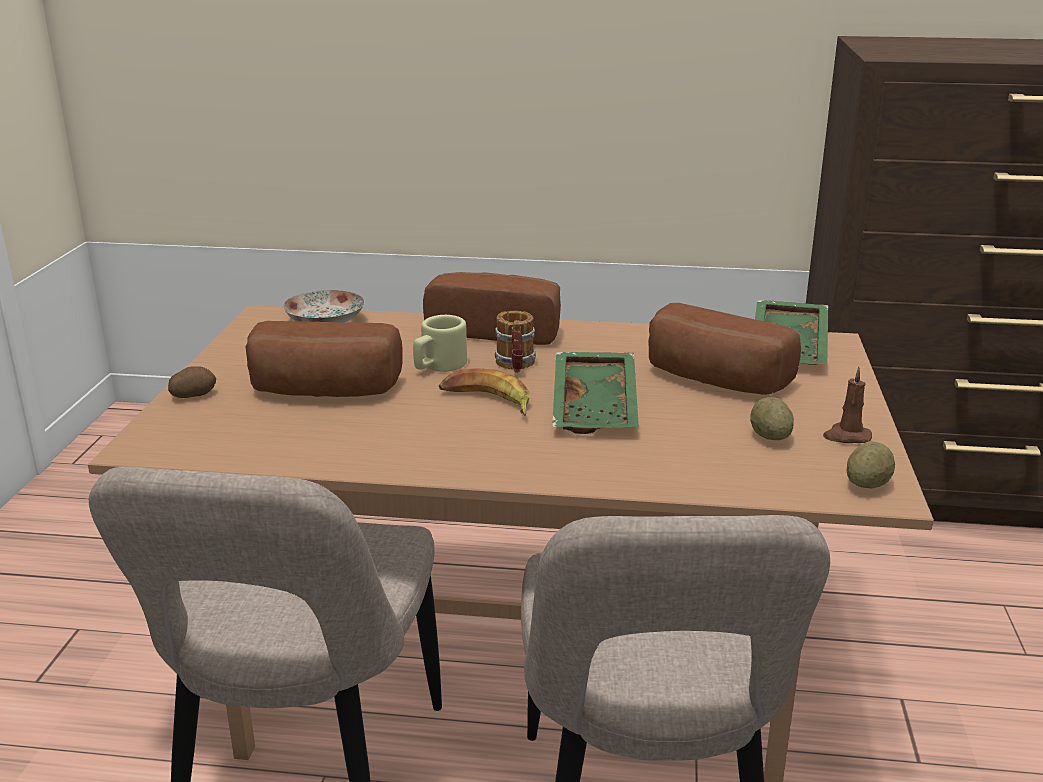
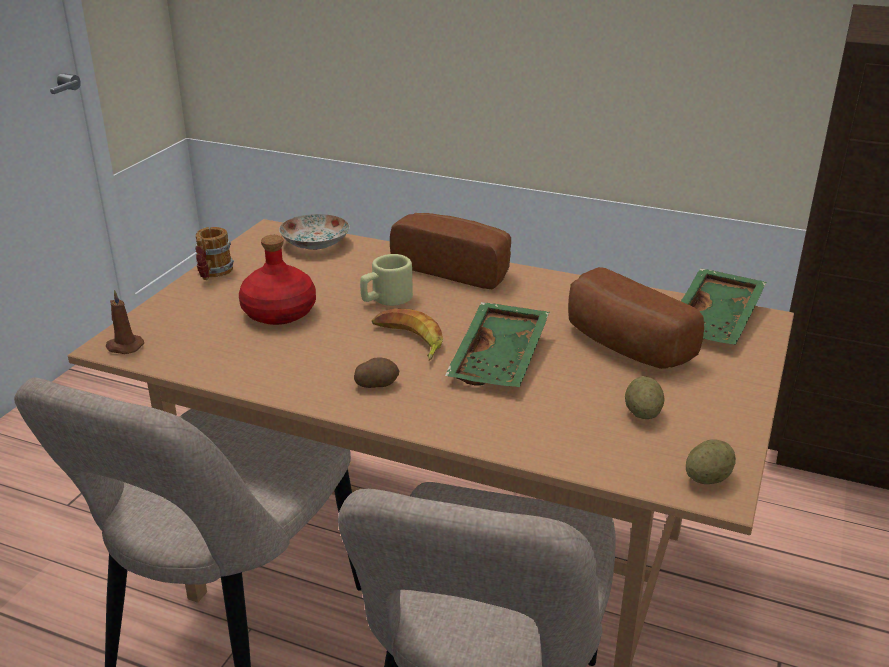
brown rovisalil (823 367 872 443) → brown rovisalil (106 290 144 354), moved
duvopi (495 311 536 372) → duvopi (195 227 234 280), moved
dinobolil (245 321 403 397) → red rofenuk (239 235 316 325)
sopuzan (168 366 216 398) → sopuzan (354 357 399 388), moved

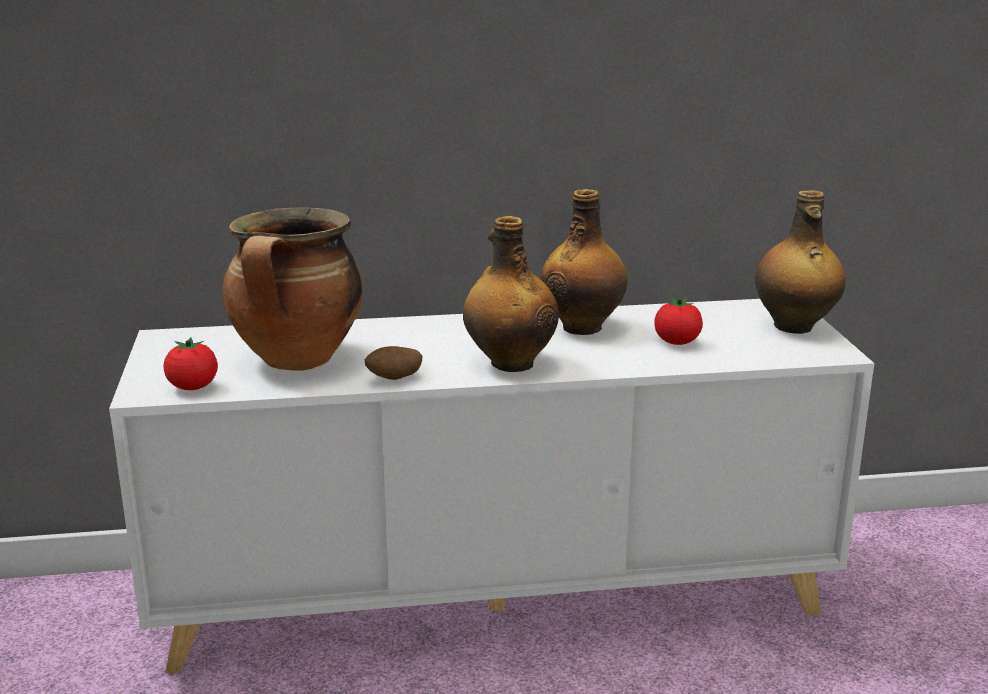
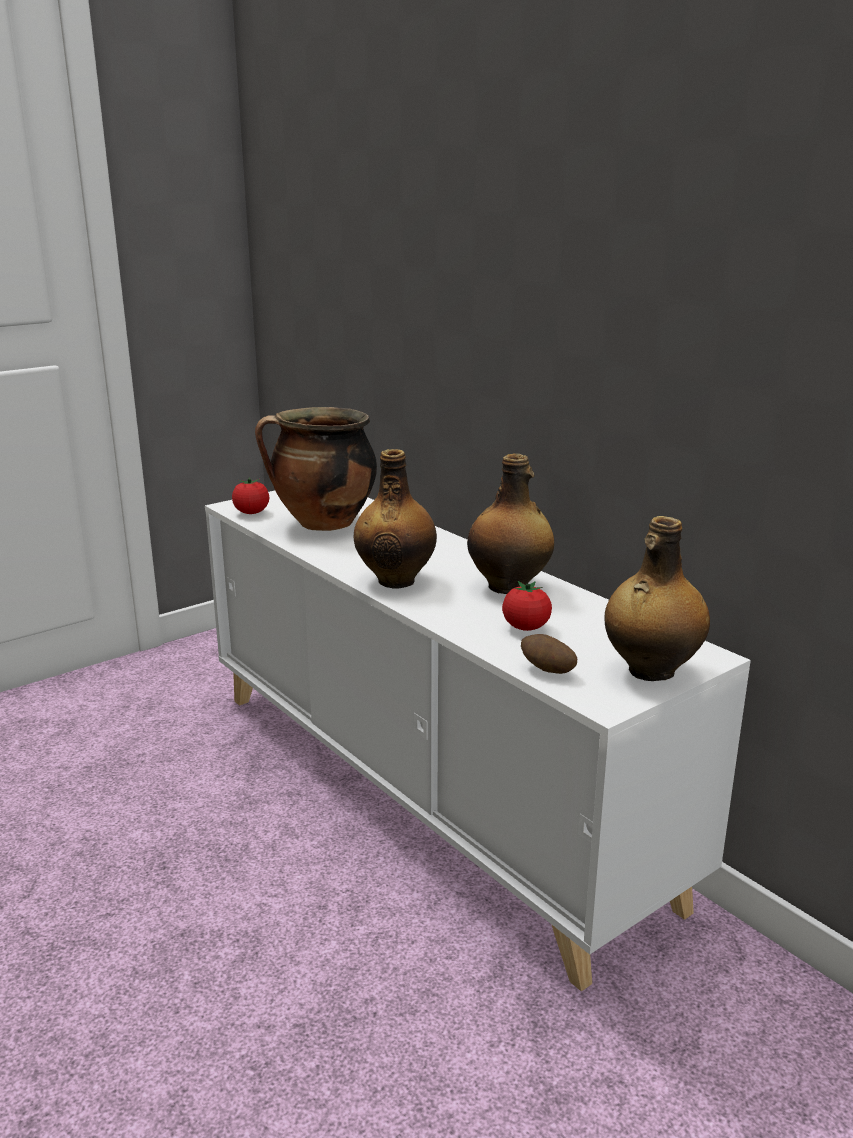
sopuzan (364 346 422 380) → sopuzan (521 634 577 674), moved

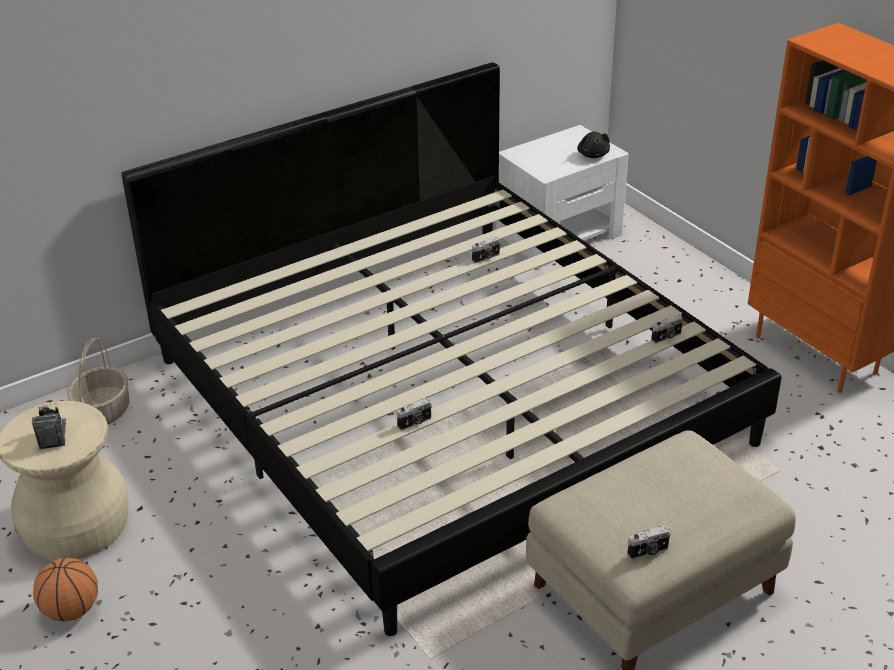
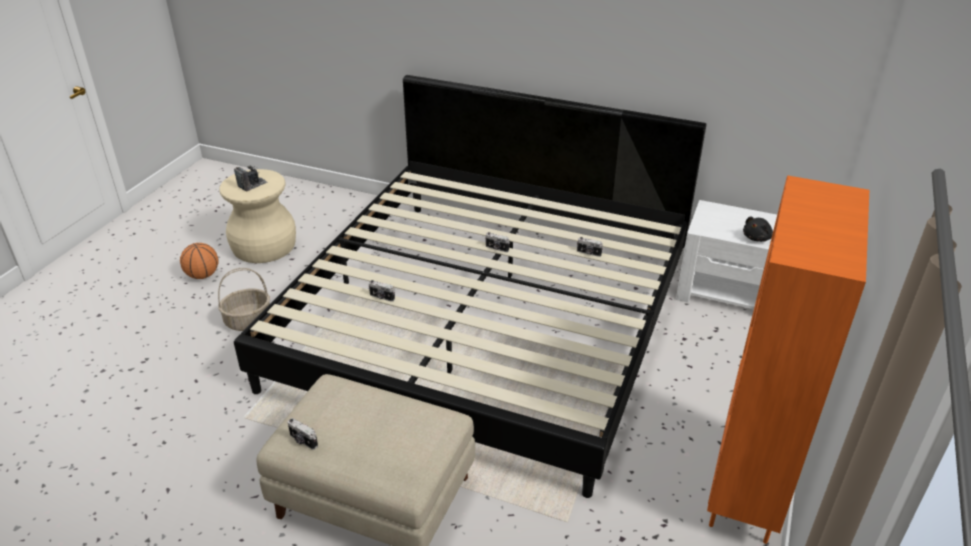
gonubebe (68 338 129 425) → gonubebe (218 268 270 331), moved
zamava (651 314 683 344) → zamava (485 232 510 252), moved

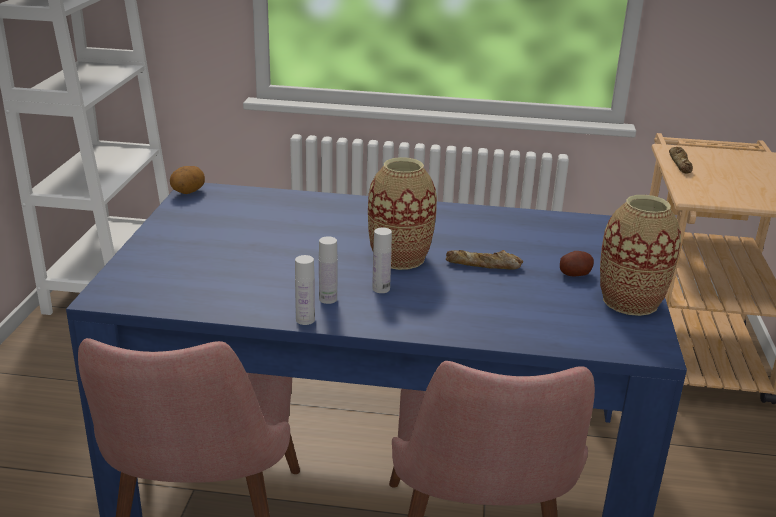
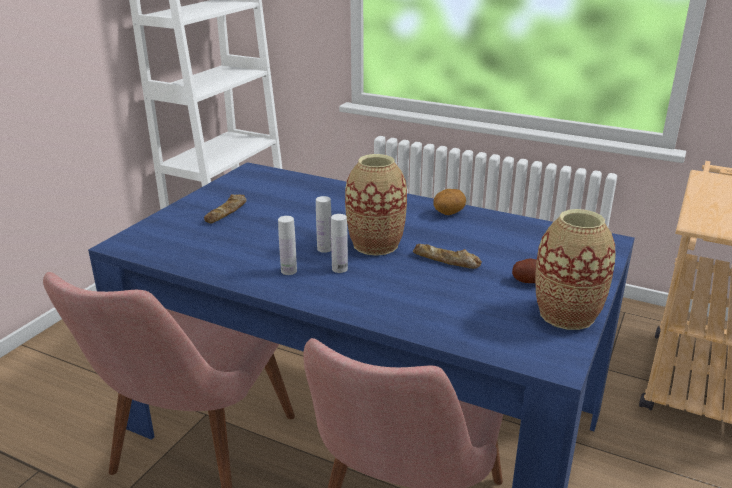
dinobolil (669 147 693 174) → dinobolil (204 194 246 223), moved
white rofenuk (295 255 315 325) → white rofenuk (316 196 332 253), moved
sopuzan (170 166 205 194) → sopuzan (433 189 466 215), moved

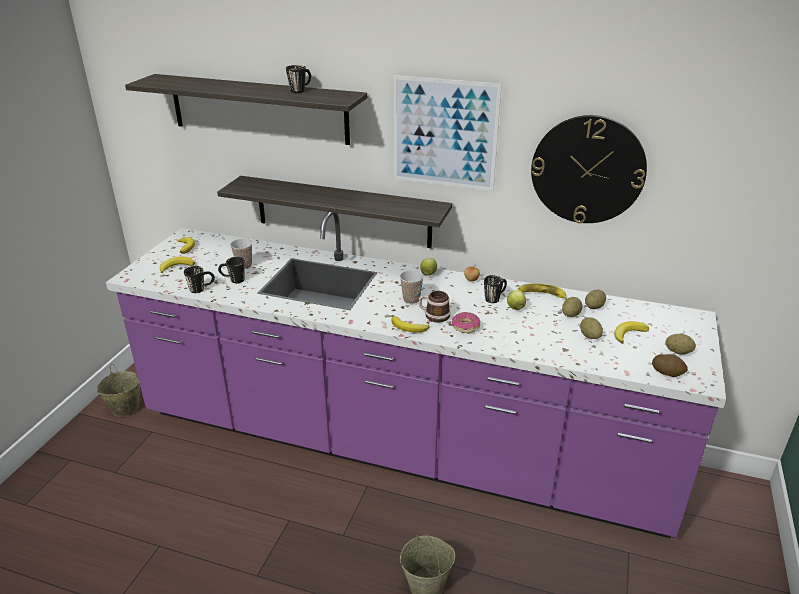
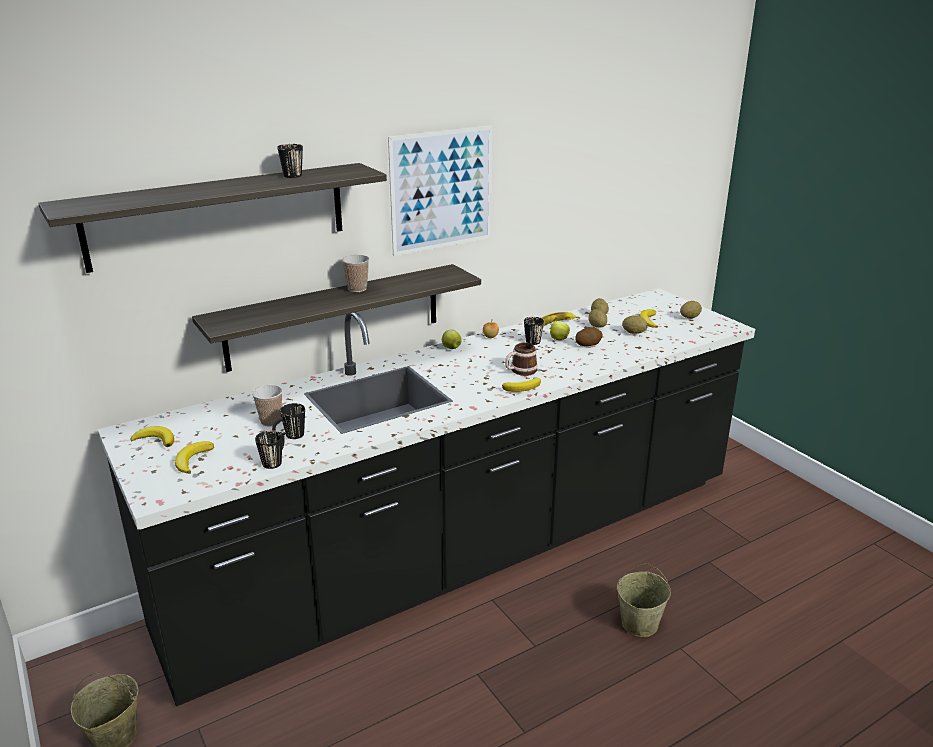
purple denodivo (106 212 726 538) → black denodivo (97 288 755 707)
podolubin (400 270 424 304) → podolubin (342 255 369 292), moved
sopuzan (652 354 688 377) → sopuzan (576 327 603 346), moved
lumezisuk (452 312 481 333) → -
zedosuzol (531 115 647 223) → -

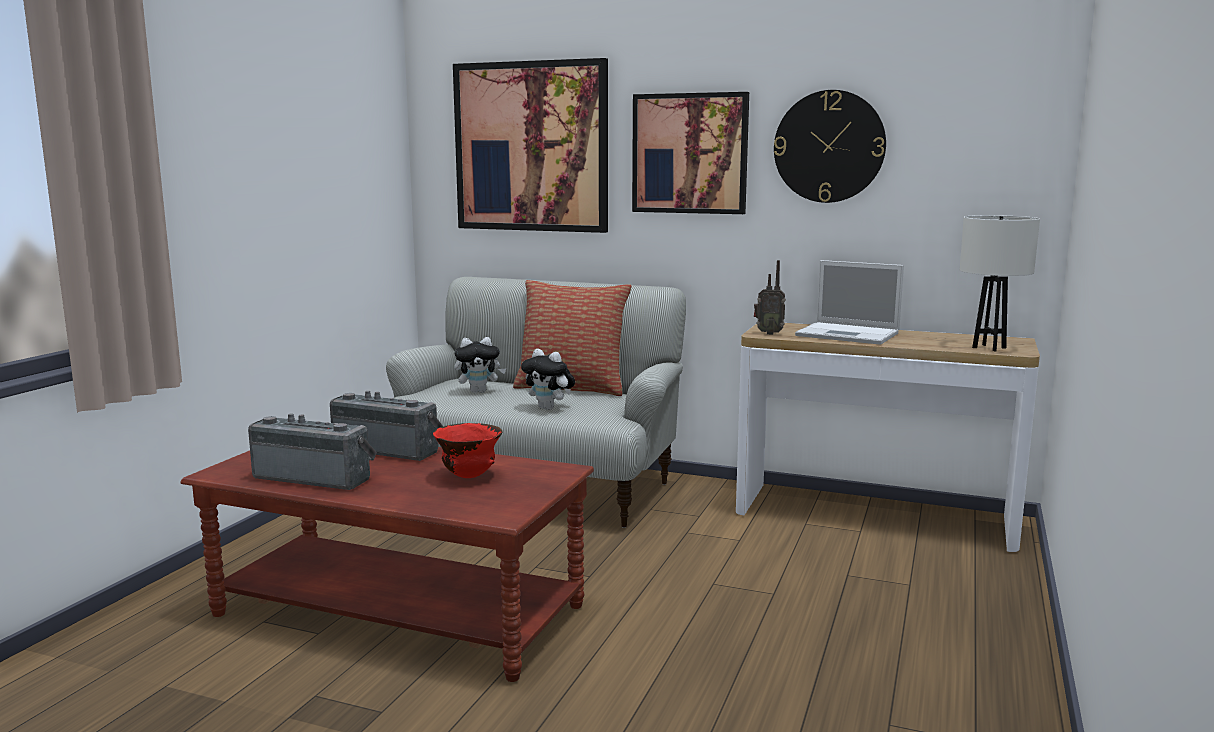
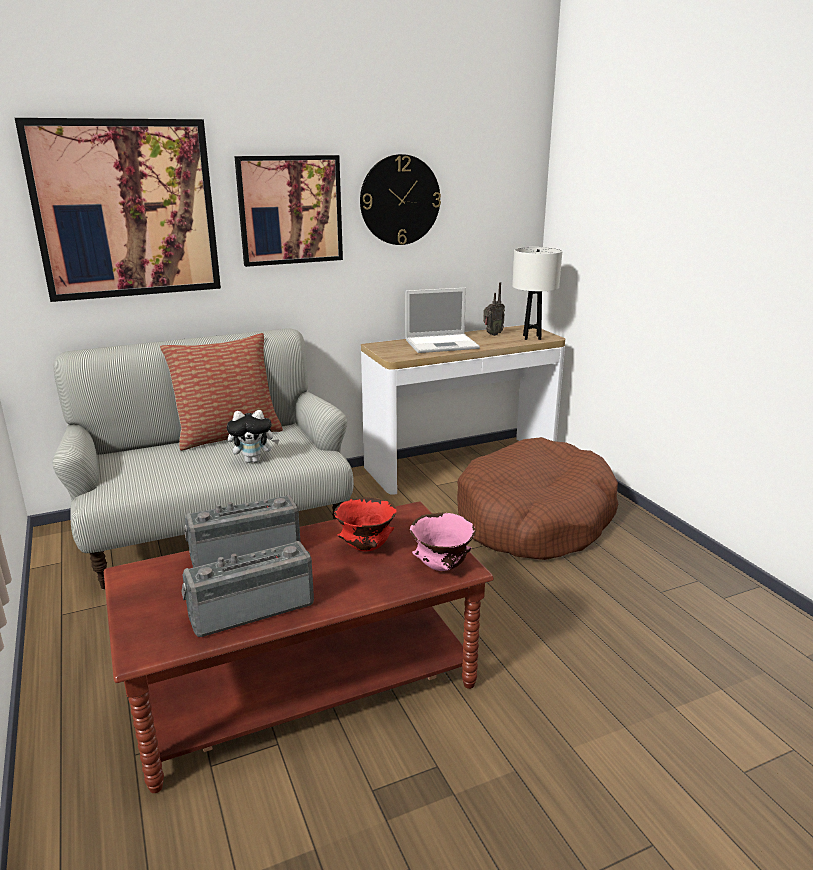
- → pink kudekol (410 513 475 571)
- → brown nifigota (457 437 618 560)
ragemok (754 260 786 335) → ragemok (483 282 505 336), moved
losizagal (454 337 506 393) → -

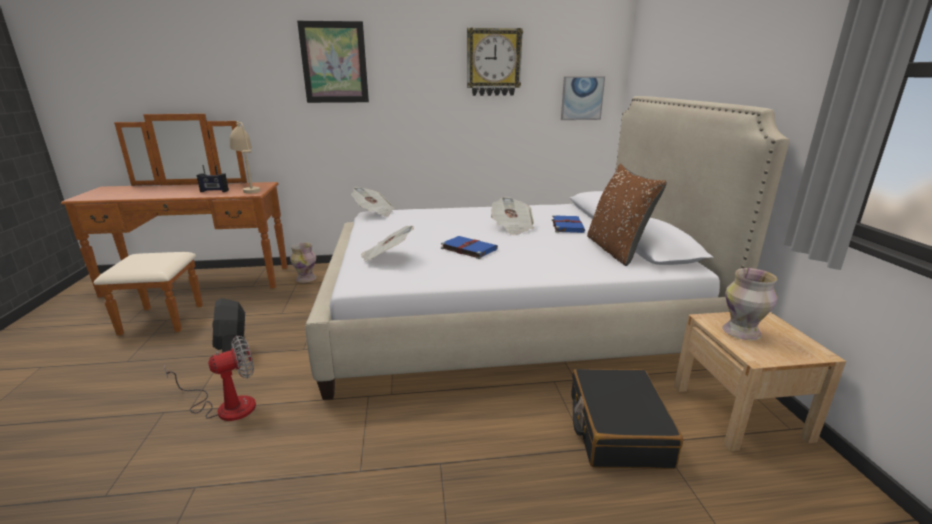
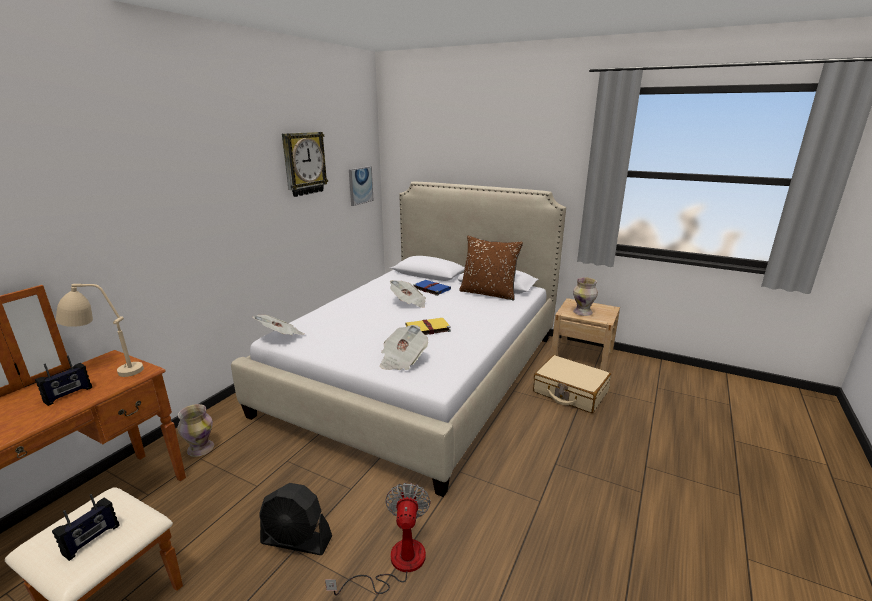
- → ragemok (52 494 120 561)
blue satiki (441 236 498 259) → yellow satiki (405 318 451 335)
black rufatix (572 369 683 469) → beige rufatix (533 355 611 413)
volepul (297 21 369 103) → -

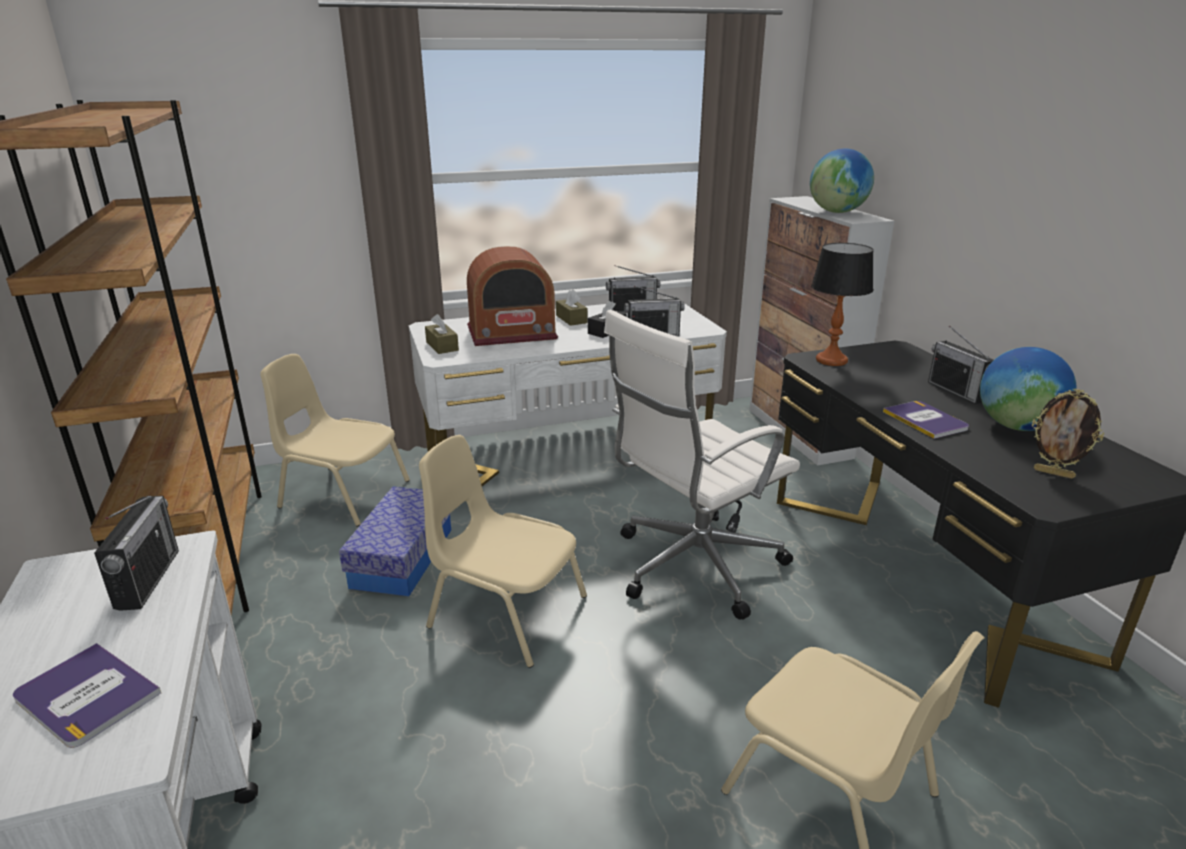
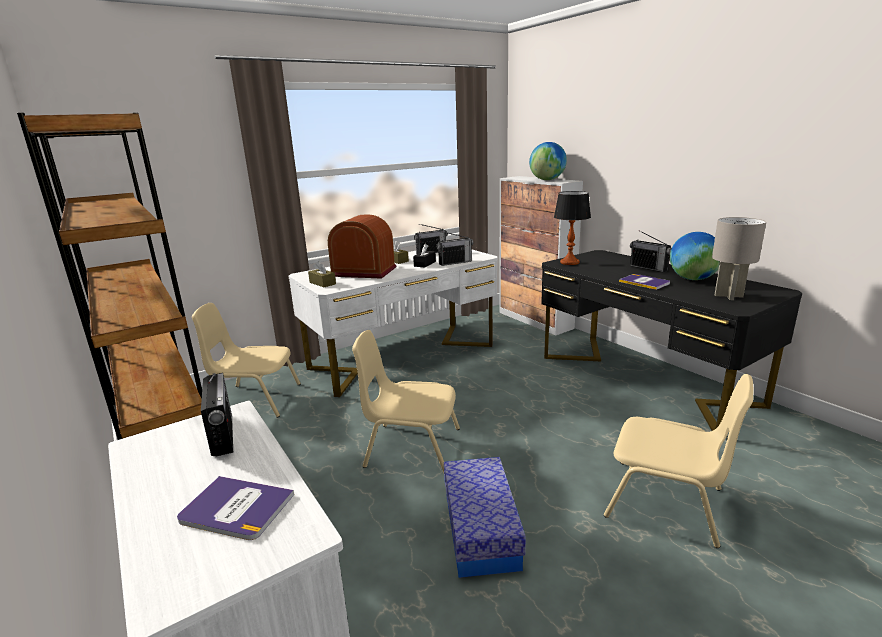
ragemok (467 246 558 346) → ragemok (328 215 397 279), 135 degrees counterclockwise
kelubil (339 487 451 596) → kelubil (444 457 526 578), moved
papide (1032 389 1104 479) → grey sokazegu (712 217 766 300)
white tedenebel (604 310 800 620) → -

